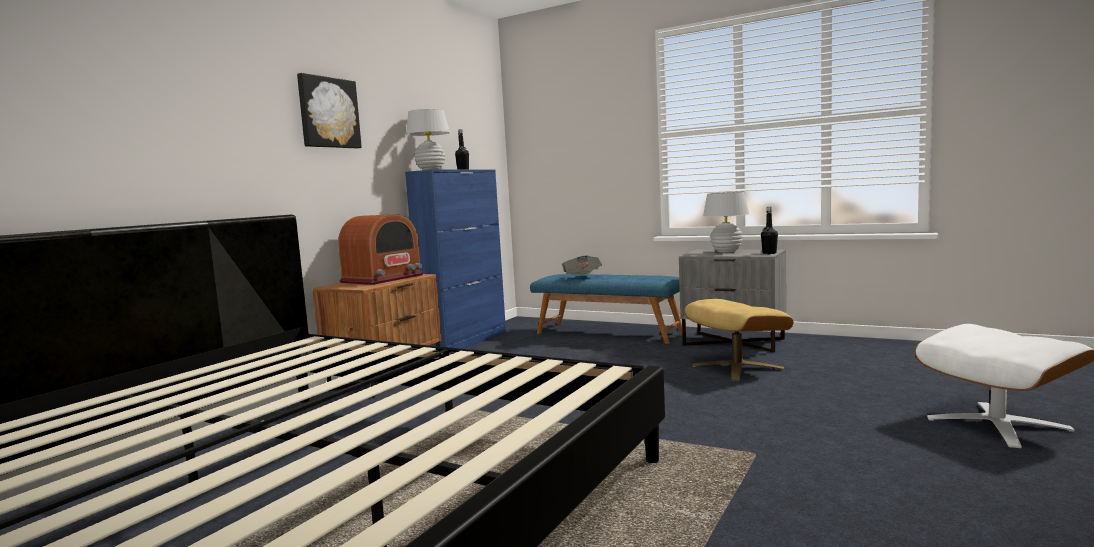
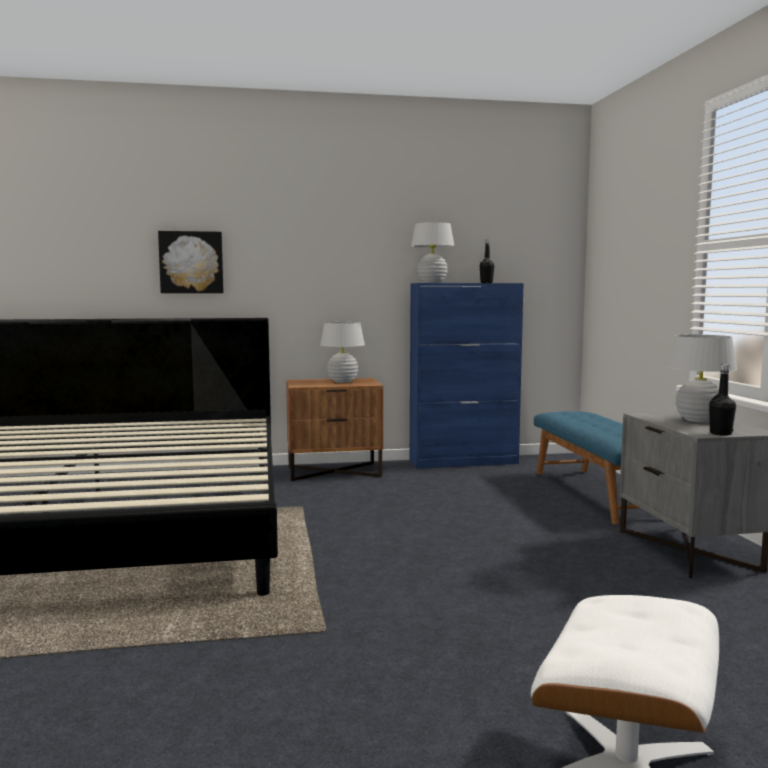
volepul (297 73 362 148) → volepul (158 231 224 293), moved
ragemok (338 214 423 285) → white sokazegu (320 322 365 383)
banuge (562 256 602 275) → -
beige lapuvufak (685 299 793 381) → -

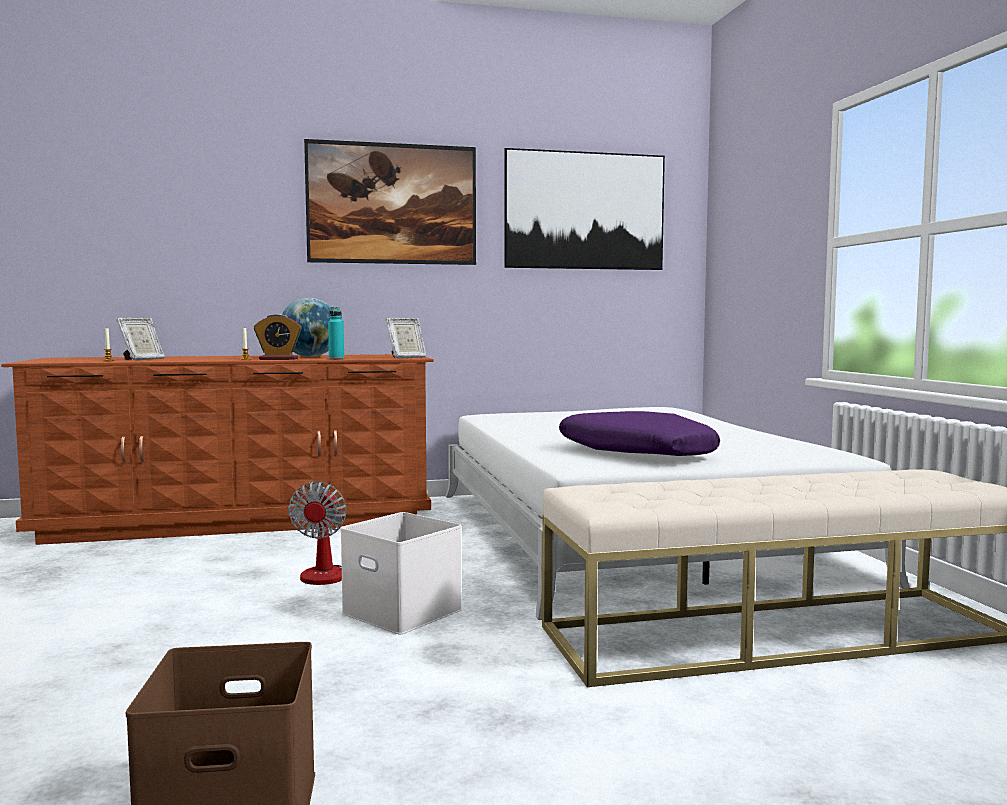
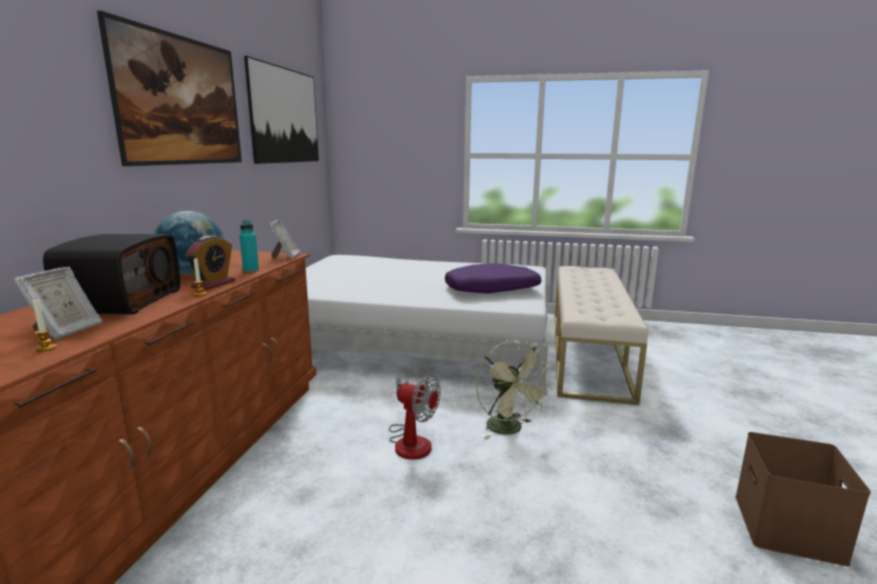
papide (116 318 165 360) → papide (13 267 102 340), 45 degrees clockwise
- → ragemok (43 234 180 314)
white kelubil (340 512 462 634) → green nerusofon (476 340 553 440)

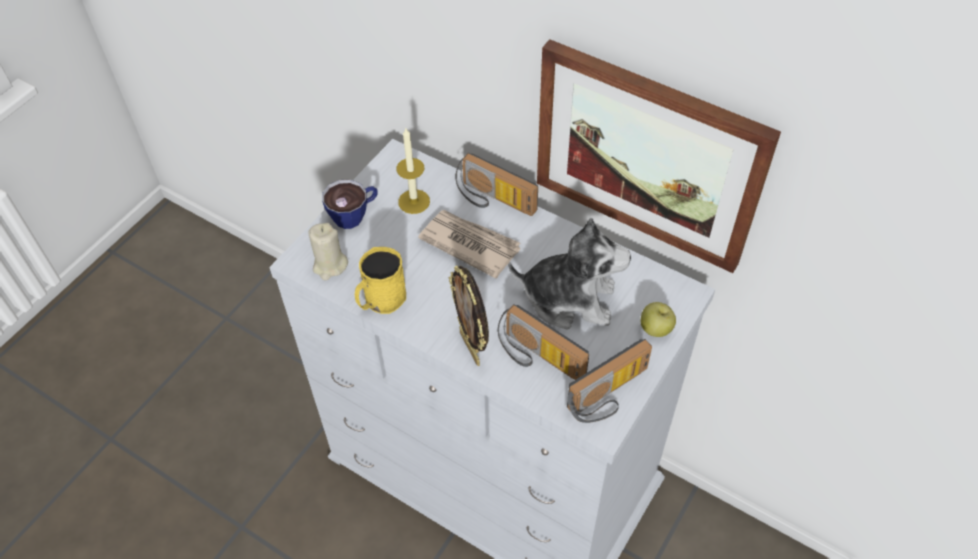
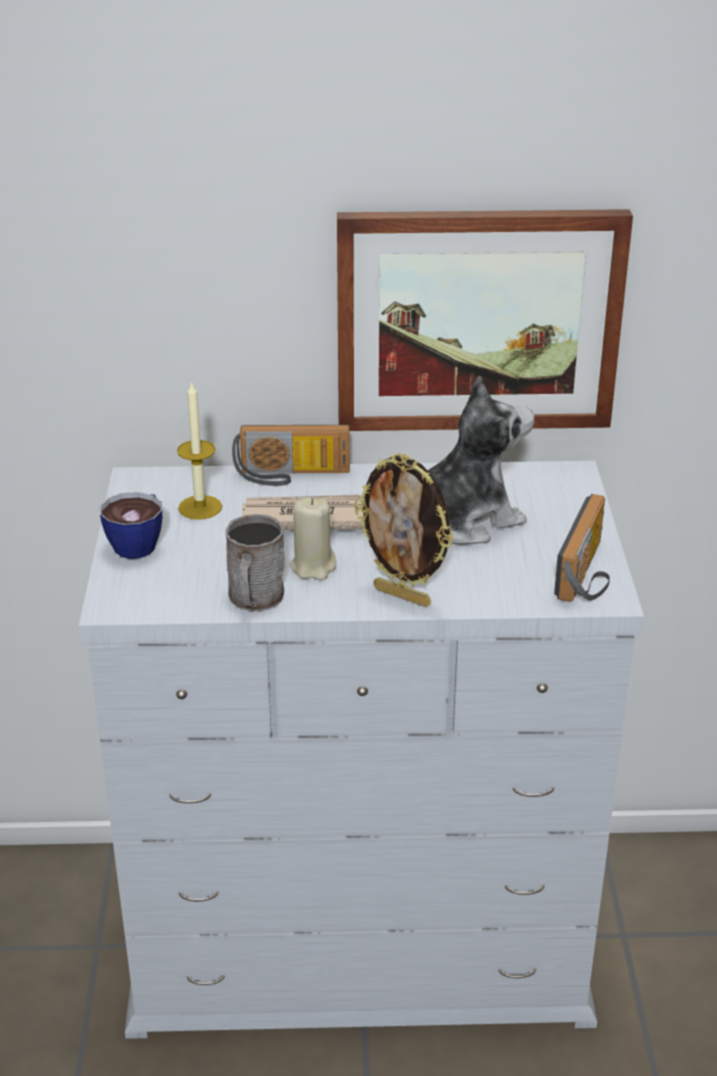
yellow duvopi (355 247 406 314) → grey duvopi (226 514 285 611)
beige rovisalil (308 223 348 280) → beige rovisalil (290 497 337 580), moved
ragemok (498 304 589 380) → -
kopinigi (641 302 676 337) → -

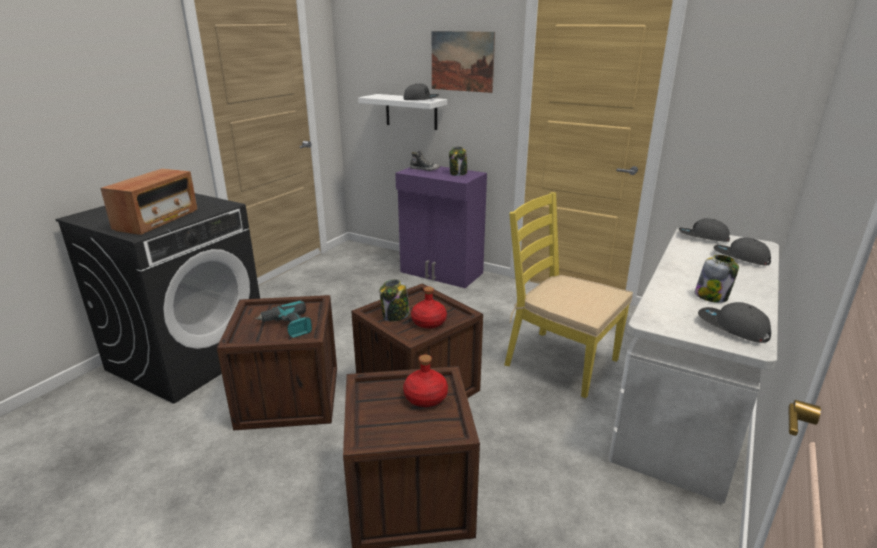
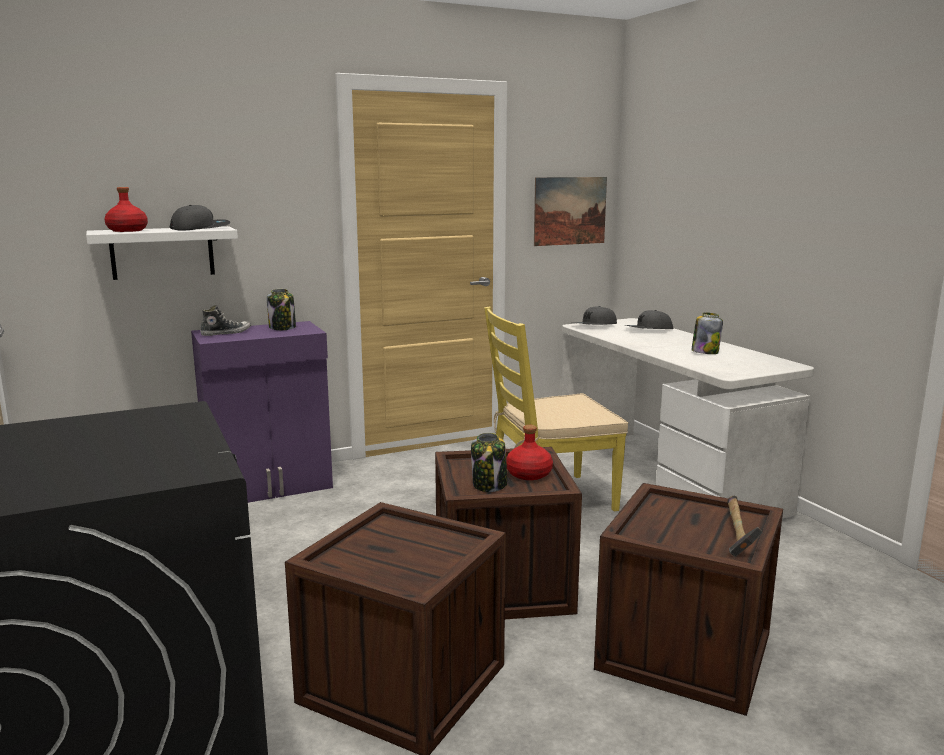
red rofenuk (403 354 448 407) → red rofenuk (105 187 148 232), moved
volepul (432 31 495 93) → volepul (534 177 607 246), moved
- → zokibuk (727 496 763 557)
ragemok (100 169 198 235) → -
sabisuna (256 300 312 338) → -
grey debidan (698 302 771 343) → -

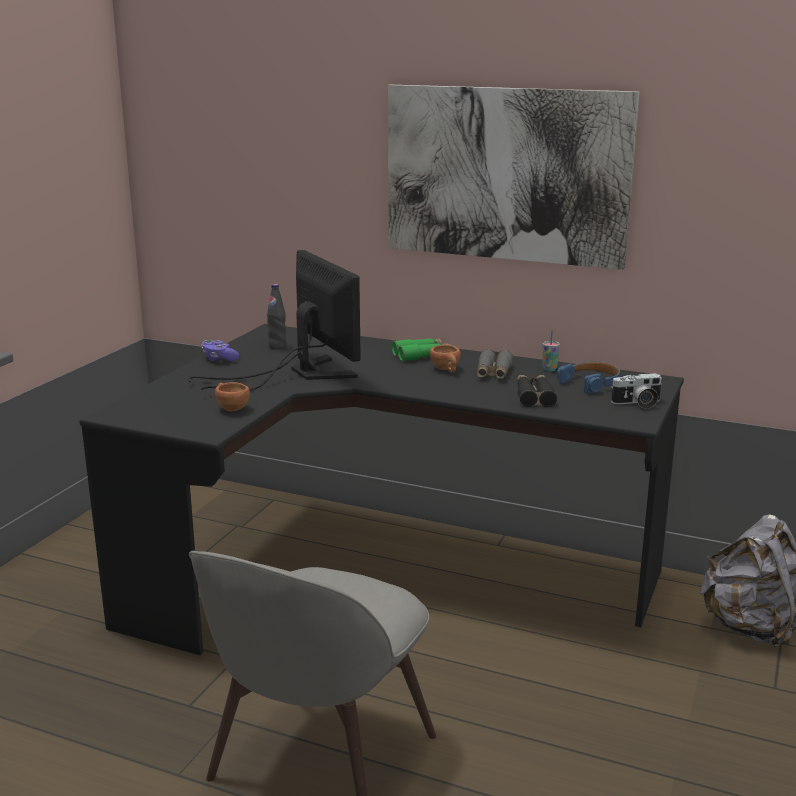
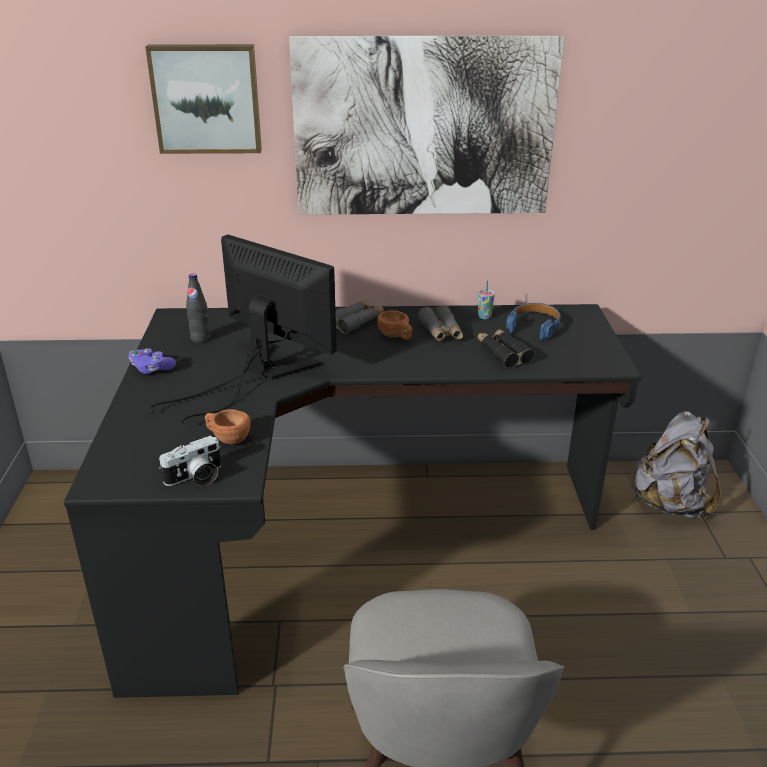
- → volepul (145 44 262 154)
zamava (611 373 662 409) → zamava (159 435 221 486), moved
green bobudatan (392 338 450 361) → grey bobudatan (335 300 384 334)

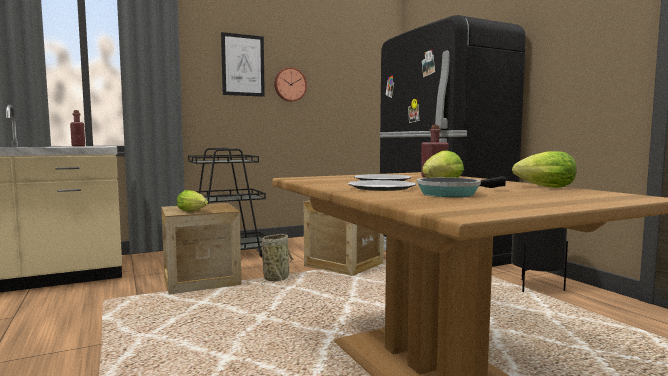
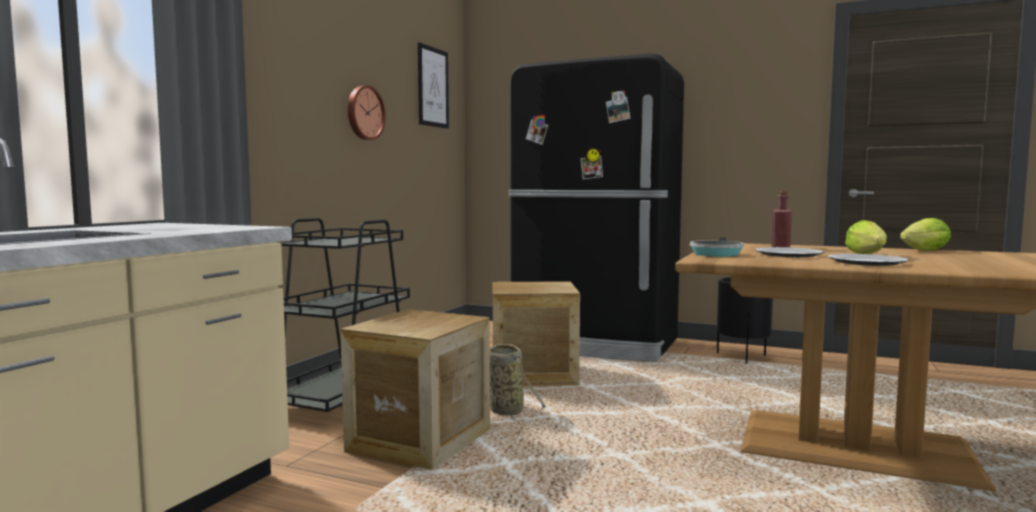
volepul (221 32 265 97) → volepul (418 42 449 129), moved
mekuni (417 176 506 197) → mekuni (690 237 744 257), moved
red rofenuk (70 110 85 147) → -
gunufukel (177 190 208 212) → -

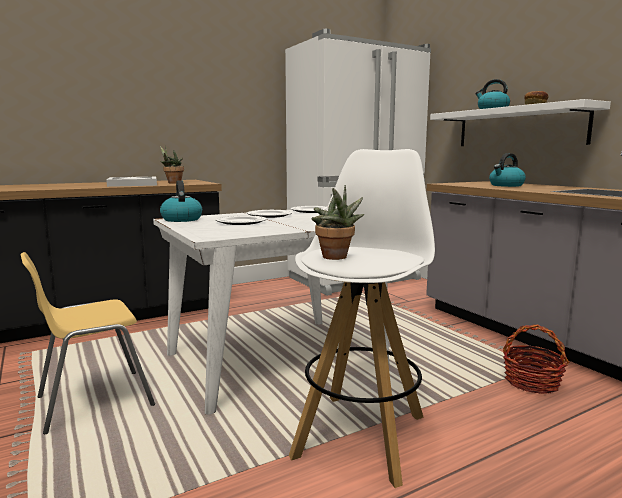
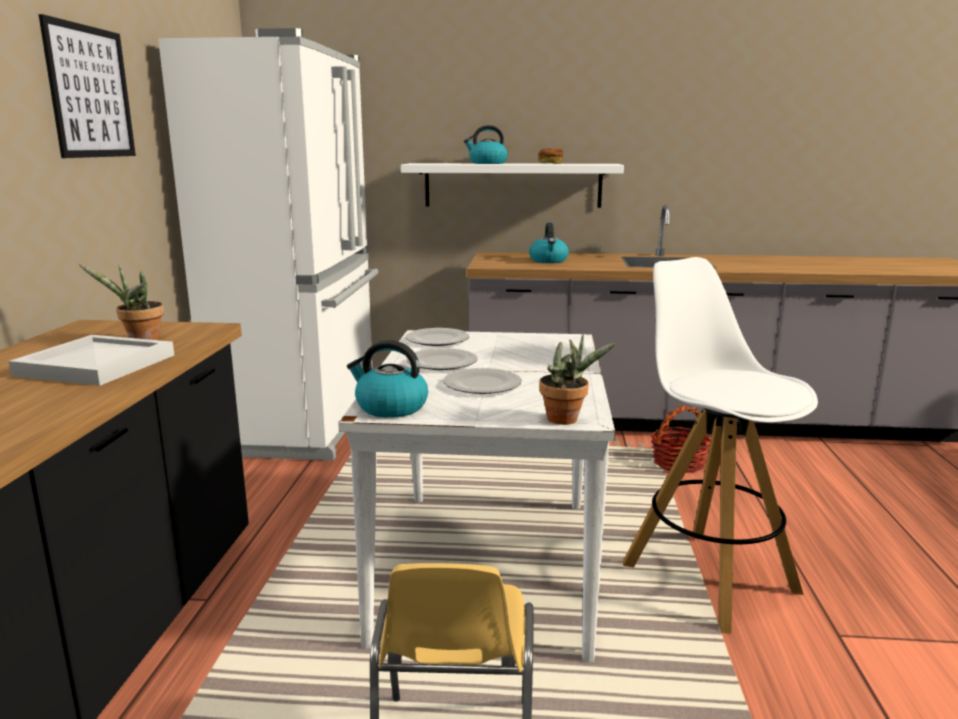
- → volepul (39 14 136 158)
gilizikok (311 185 364 260) → gilizikok (539 332 616 425), moved

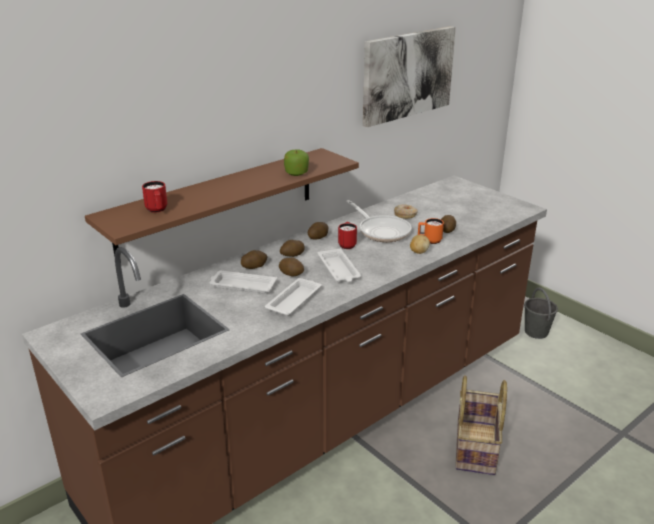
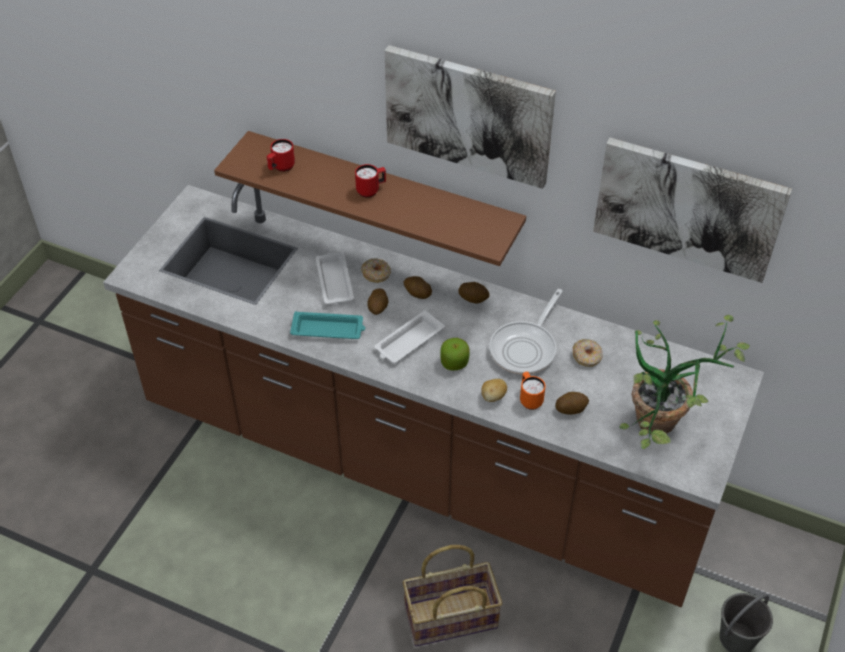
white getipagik (265 278 322 316) → turquoise getipagik (290 311 365 339)
red duvopi (338 222 357 249) → red duvopi (355 164 386 198), moved
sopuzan (241 250 268 269) → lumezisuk (361 258 391 283)
- → volepul (385 45 556 189)
kopinigi (284 150 309 176) → kopinigi (440 338 470 371), moved
- → gilizikok (620 315 750 449)

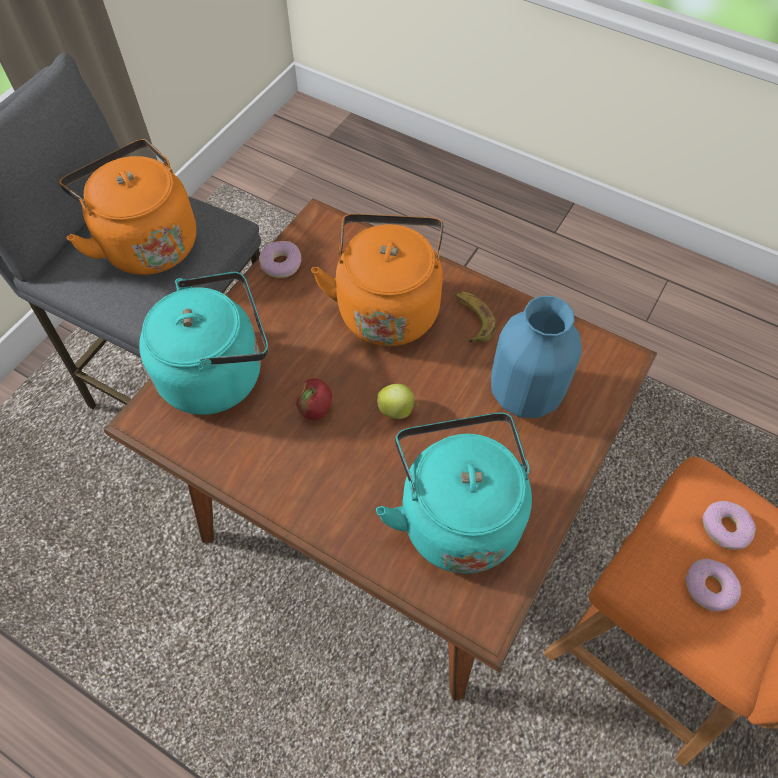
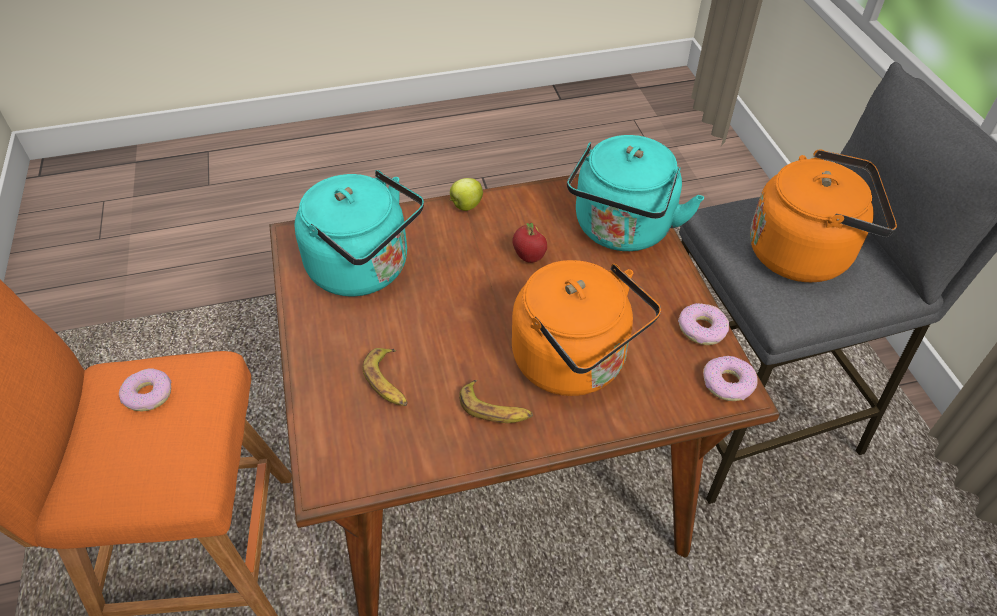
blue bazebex (491 296 582 418) → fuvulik (362 348 408 406)
kopinigi (377 384 418 419) → kopinigi (449 178 483 211), moved
lumezisuk (702 501 756 550) → lumezisuk (703 356 758 401), moved

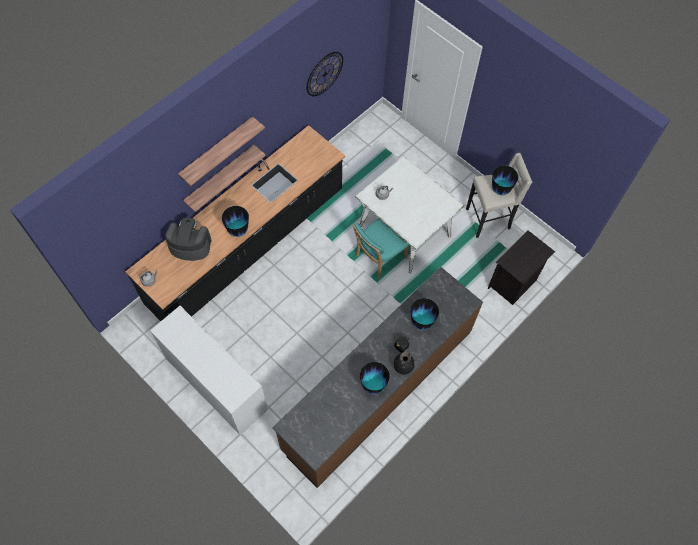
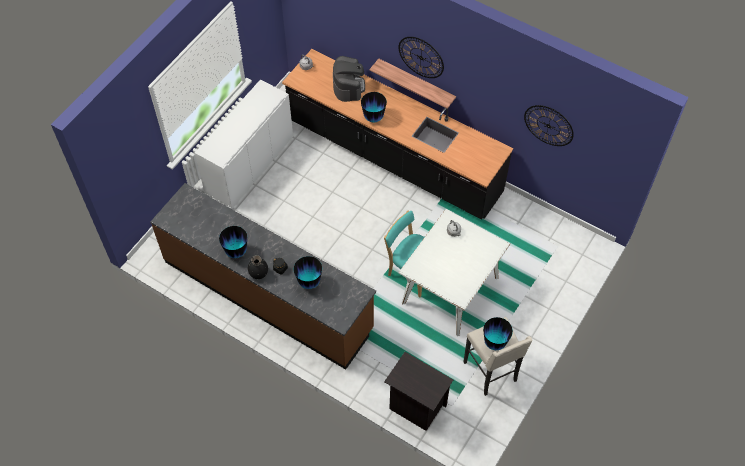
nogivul (178 116 265 186) → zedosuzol (398 37 444 78)

